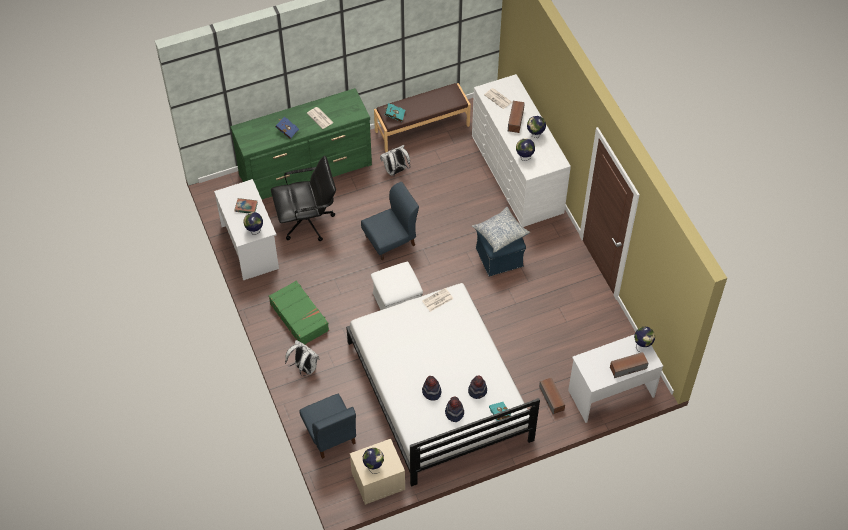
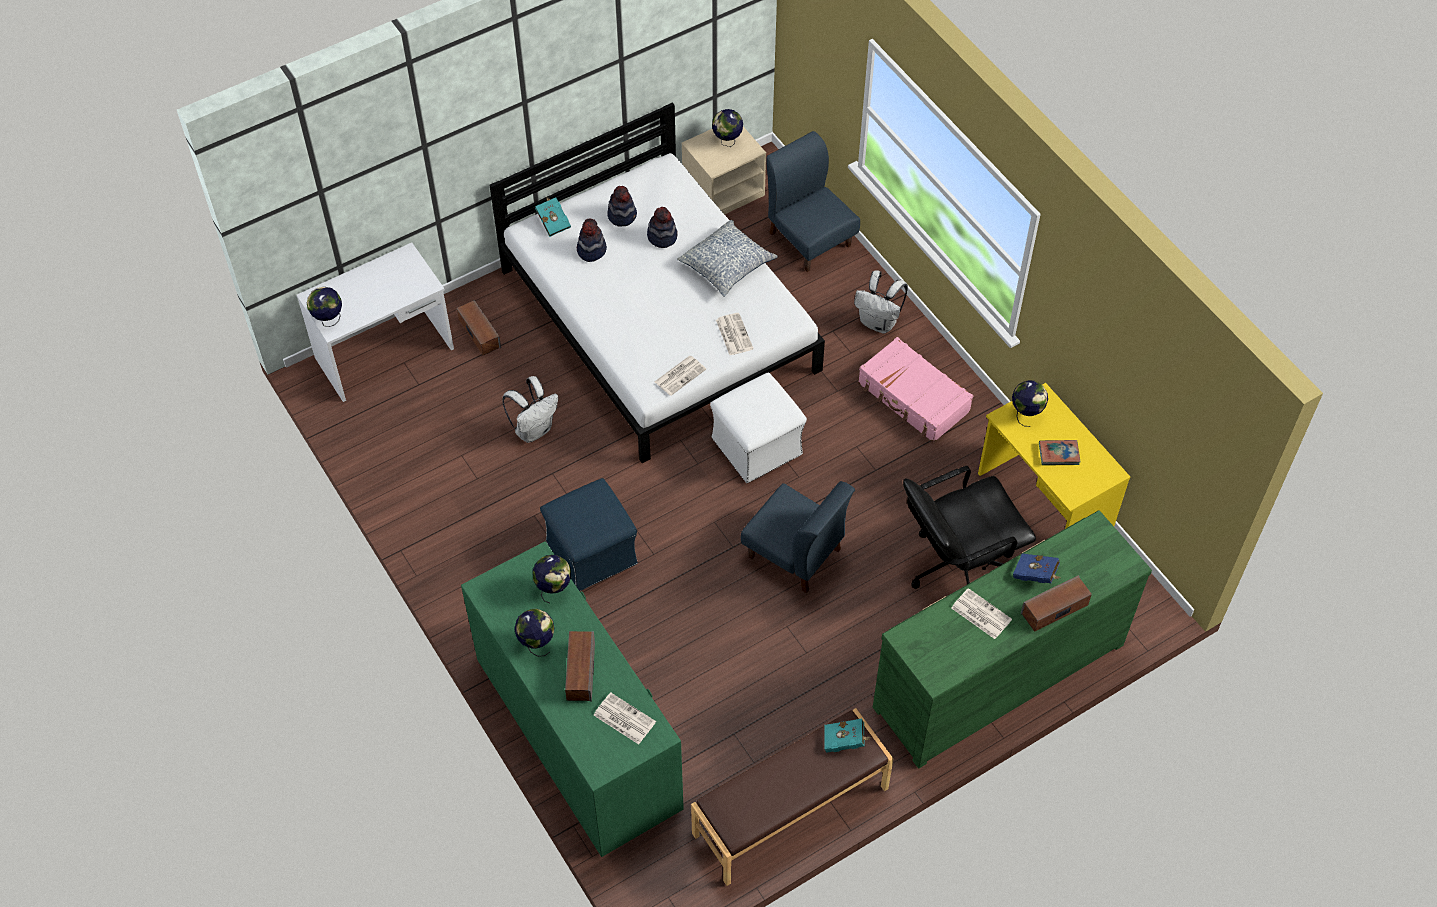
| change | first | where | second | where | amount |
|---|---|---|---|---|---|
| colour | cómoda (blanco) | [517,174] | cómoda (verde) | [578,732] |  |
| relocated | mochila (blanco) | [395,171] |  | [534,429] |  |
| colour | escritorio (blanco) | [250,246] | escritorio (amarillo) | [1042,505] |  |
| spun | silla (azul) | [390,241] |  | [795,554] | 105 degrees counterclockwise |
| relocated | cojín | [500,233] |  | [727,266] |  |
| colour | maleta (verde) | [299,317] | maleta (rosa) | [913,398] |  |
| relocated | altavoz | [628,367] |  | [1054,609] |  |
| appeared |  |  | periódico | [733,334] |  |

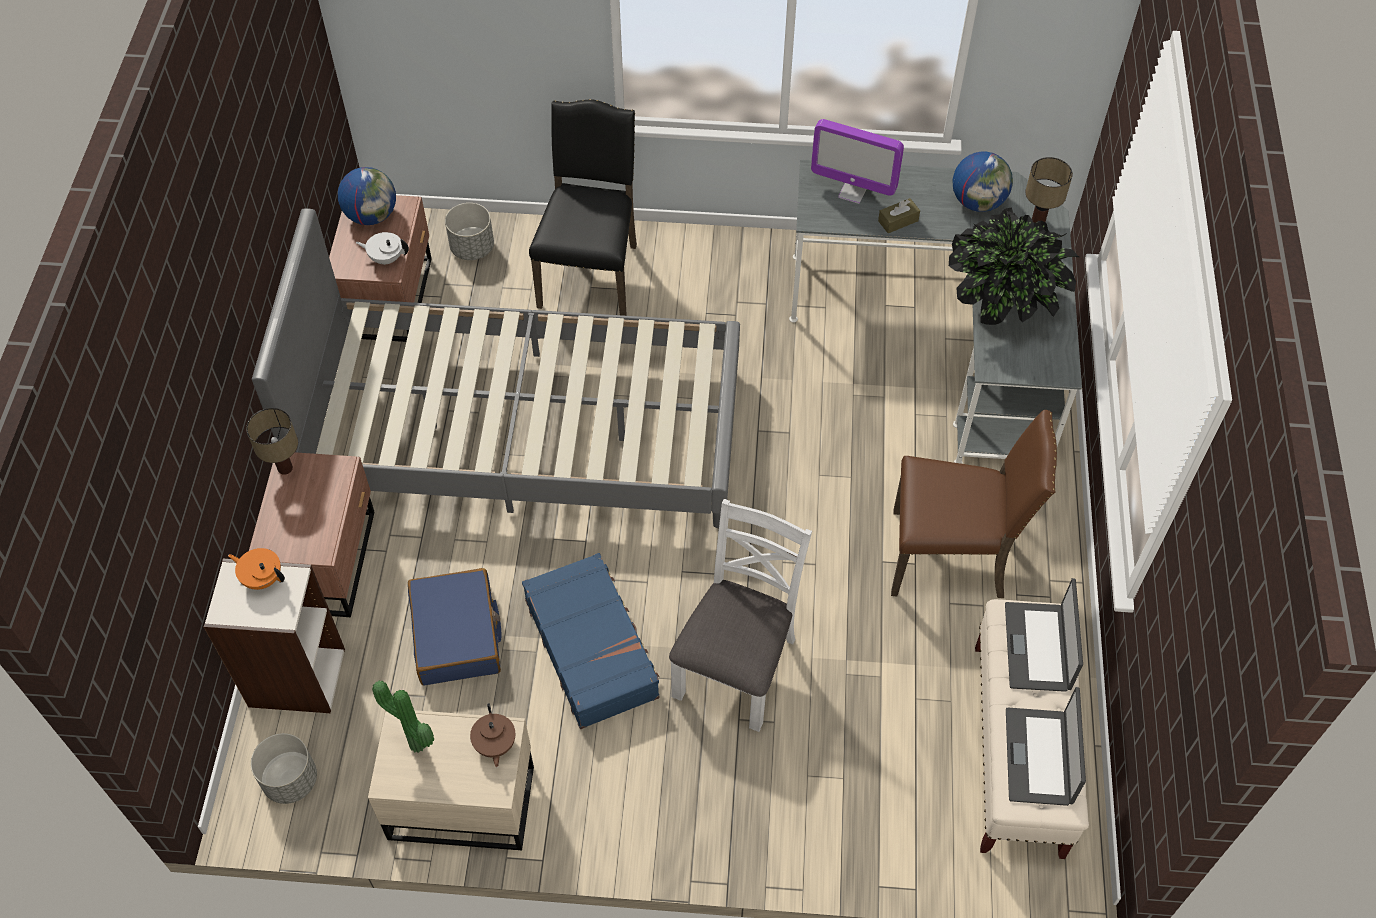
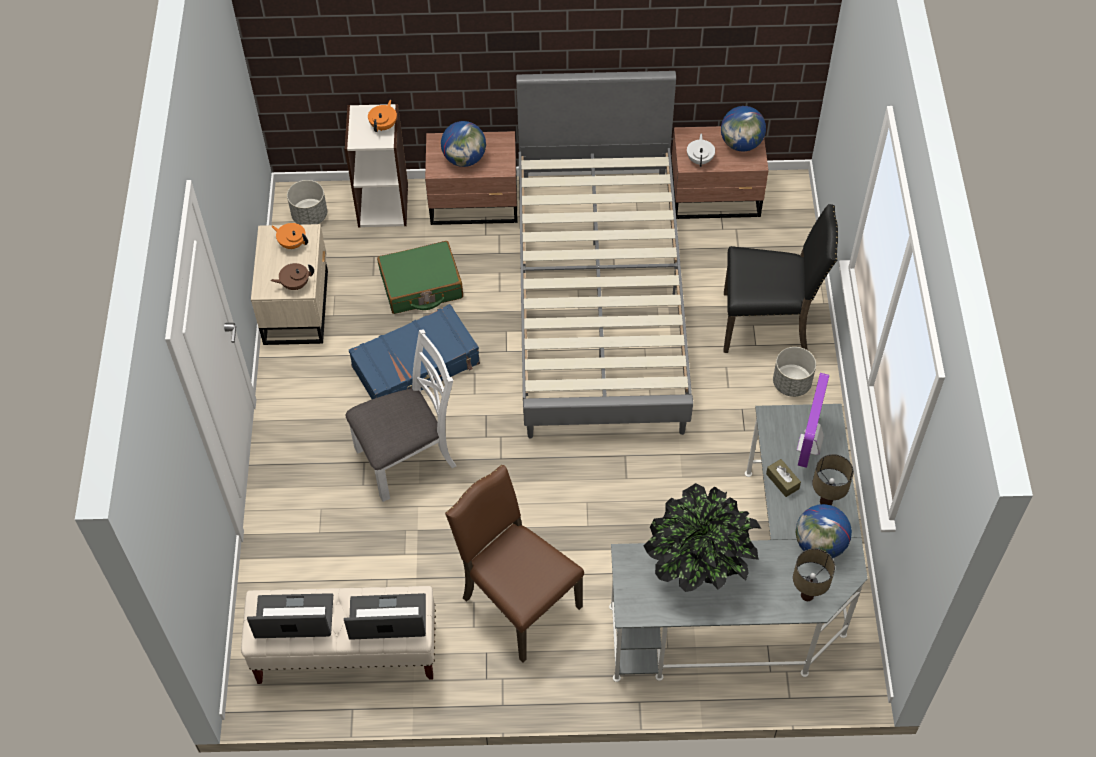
| change | first | where | second | where | amount |
|---|---|---|---|---|---|
| relocated | maceta (gris) | [472,247] |  | [792,383] |  |
| relocated | lámpara de mesa | [285,467] |  | [826,501] |  |
| spun | silla (marrón) | [951,556] |  | [518,602] | 135 degrees clockwise |
| spun | silla (blanco) | [736,666] |  | [407,457] | 45 degrees counterclockwise |
| colour | maleta (azul) | [457,635] | maleta (verde) | [421,286] |  |
| exchanged | planta en maceta | [415,747] | tetera (naranja) | [292,243] |  |
| appeared |  |  | globo terráqueo | [464,159] |  |

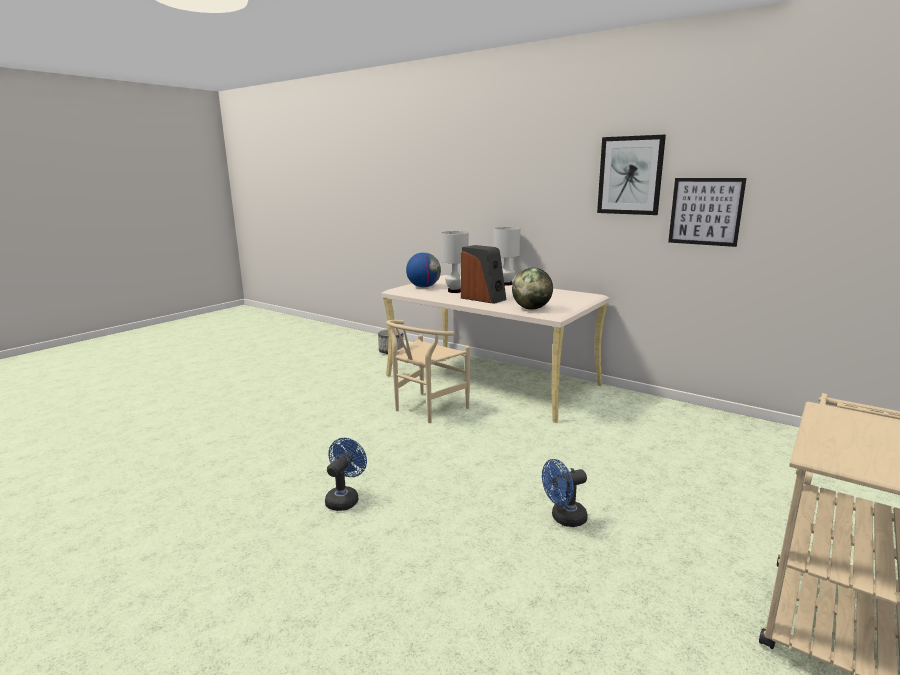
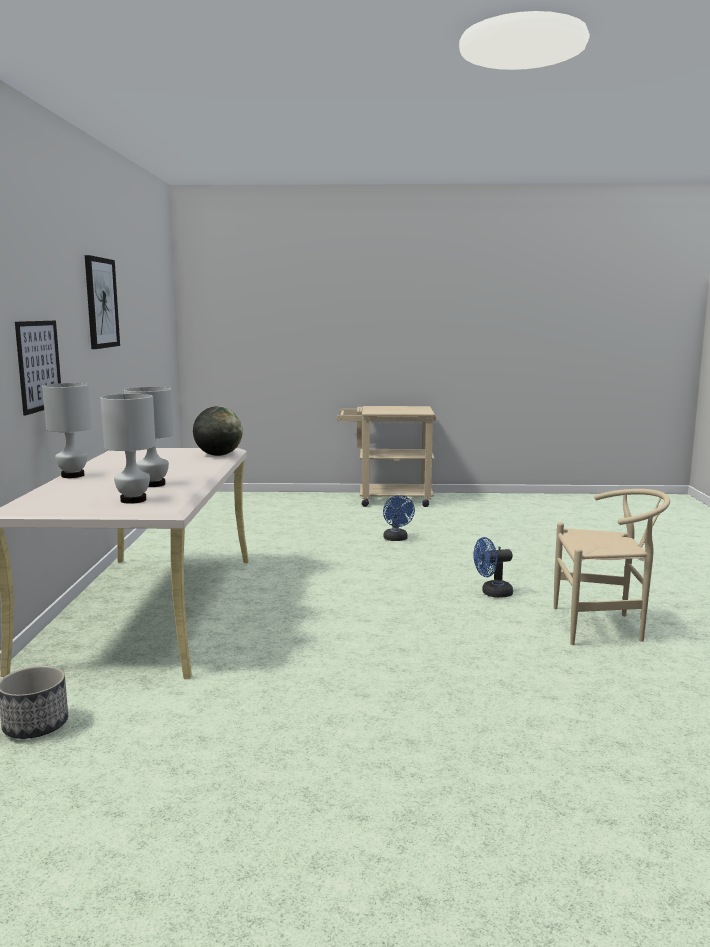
| change | first | where | second | where | amount |
|---|---|---|---|---|---|
| relocated | cuadro | [705,211] |  | [39,365] |  |
| missing | altavoz | [483,298] |  |  |  |
| exchanged | globo terráqueo | [424,287] | lámpara de mesa (blanco) | [133,500] |  |
| relocated | silla (beis) | [425,410] |  | [605,626] |  |
| spun | ventilador (azul) | [564,519] |  | [396,539] | 45 degrees clockwise |

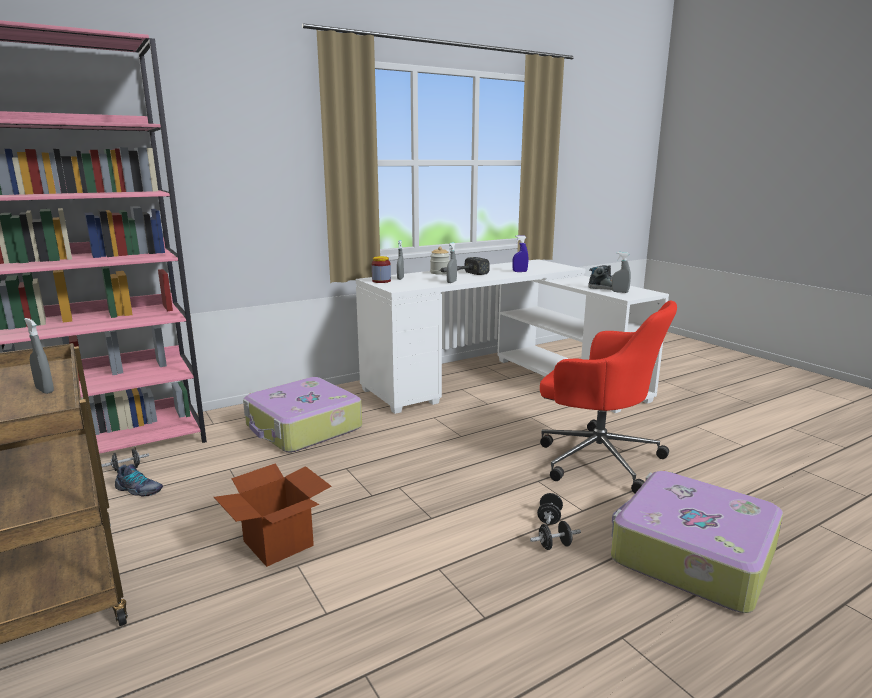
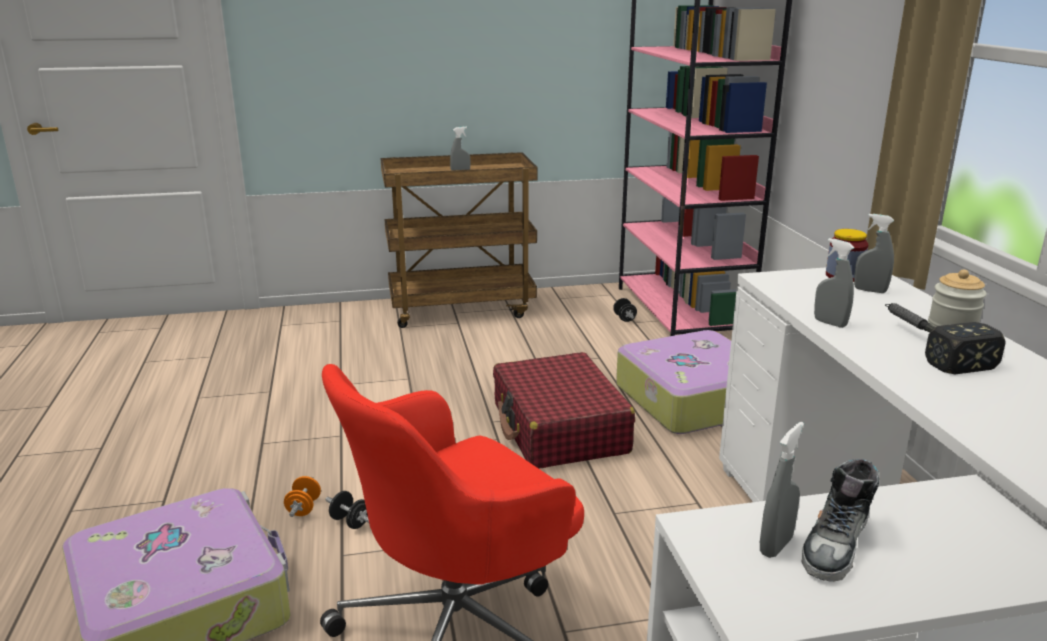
| change | first | where | second | where | amount |
|---|---|---|---|---|---|
| missing | pulverizador (azul) | [519,271] |  |  |  |
| missing | caja de cartón | [278,543] |  |  |  |
| missing | zapato | [139,490] |  |  |  |
| colour | mancuerna (negro) | [554,545] | mancuerna (naranja) | [304,508] |  |
| appeared |  |  | maleta (rojo) | [559,429] |  |

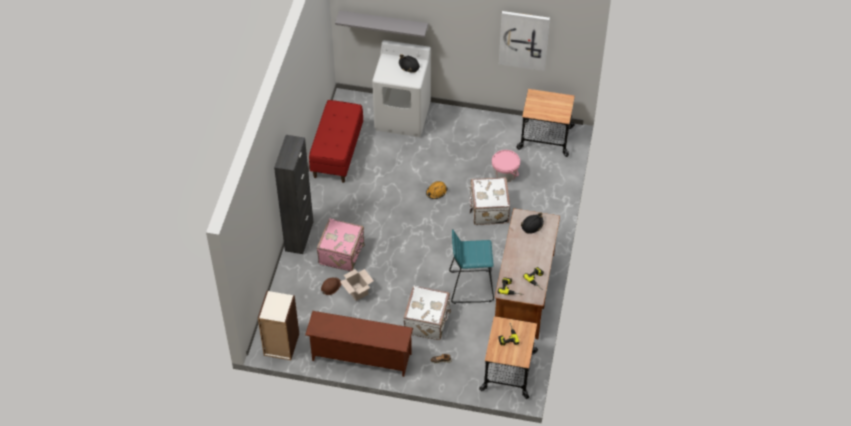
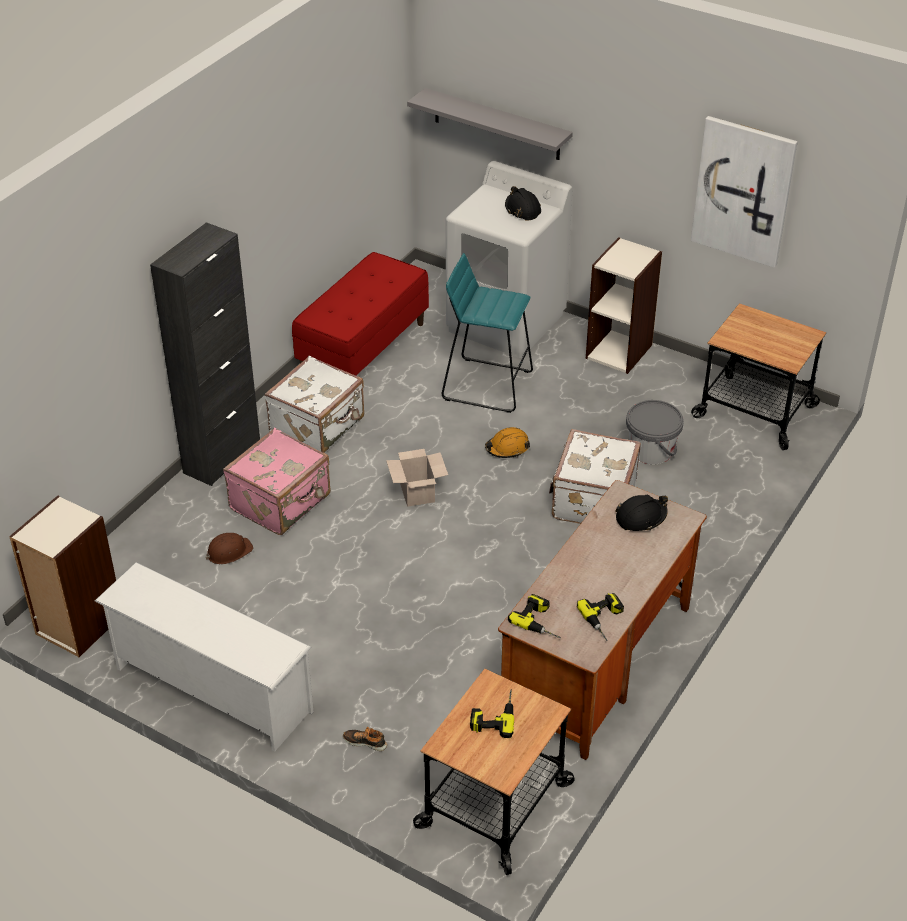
| change | first | where | second | where | amount |
|---|---|---|---|---|---|
| colour | cubo (rosa) | [505,174] | cubo (gris) | [651,450] |  |
| relocated | taburete (turquesa) | [470,286] |  | [486,384] |  |
| relocated | caja de cartón | [358,291] |  | [418,493] |  |
| relocated | maleta (blanco) | [427,321] |  | [319,426] |  |
| colour | zapatero (marrón) | [360,357] | zapatero (blanco) | [210,690] |  |
| appeared |  |  | estantería | [619,351] |  |

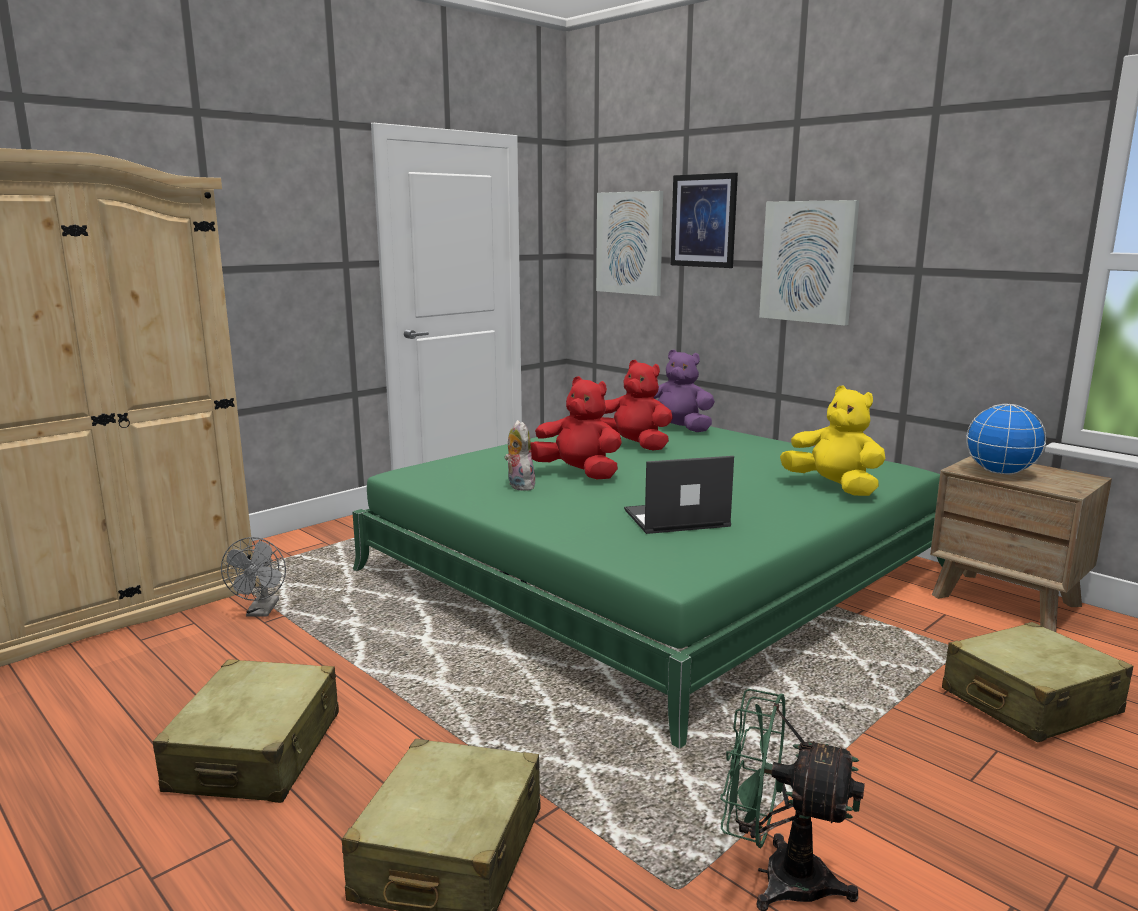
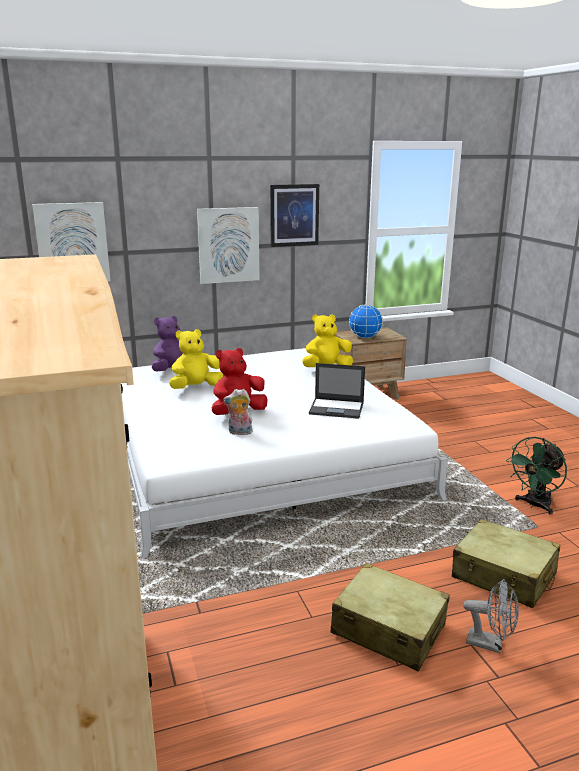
| change | first | where | second | where | amount |
|---|---|---|---|---|---|
| relocated | cuadro | [703,221] |  | [294,215] |  |
| colour | peluche (rojo) | [633,445] | peluche (amarillo) | [196,388] |  |
| colour | cama (verde) | [651,569] | cama (blanco) | [257,455] |  |
| spun | portátil | [675,518] |  | [337,408] | 90 degrees counterclockwise |
| relocated | ventilador (gris) | [261,611] |  | [490,644] |  |
| missing | maleta (beis) | [1029,702] |  |  |  |

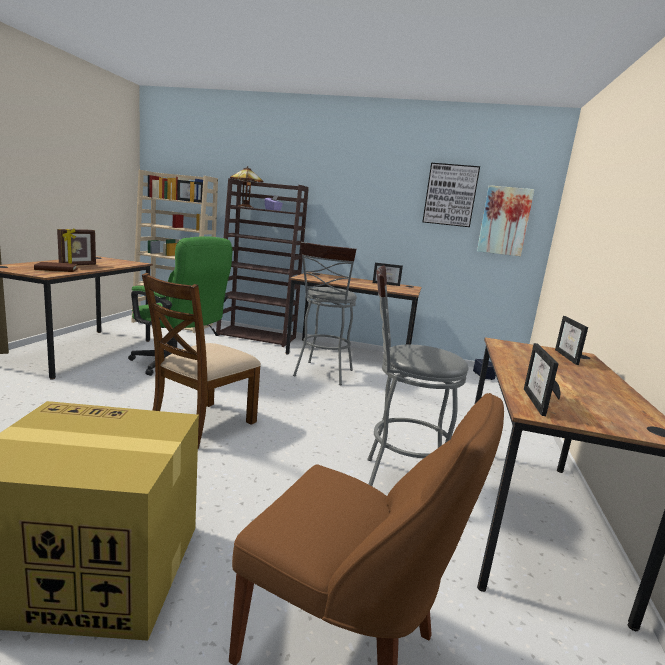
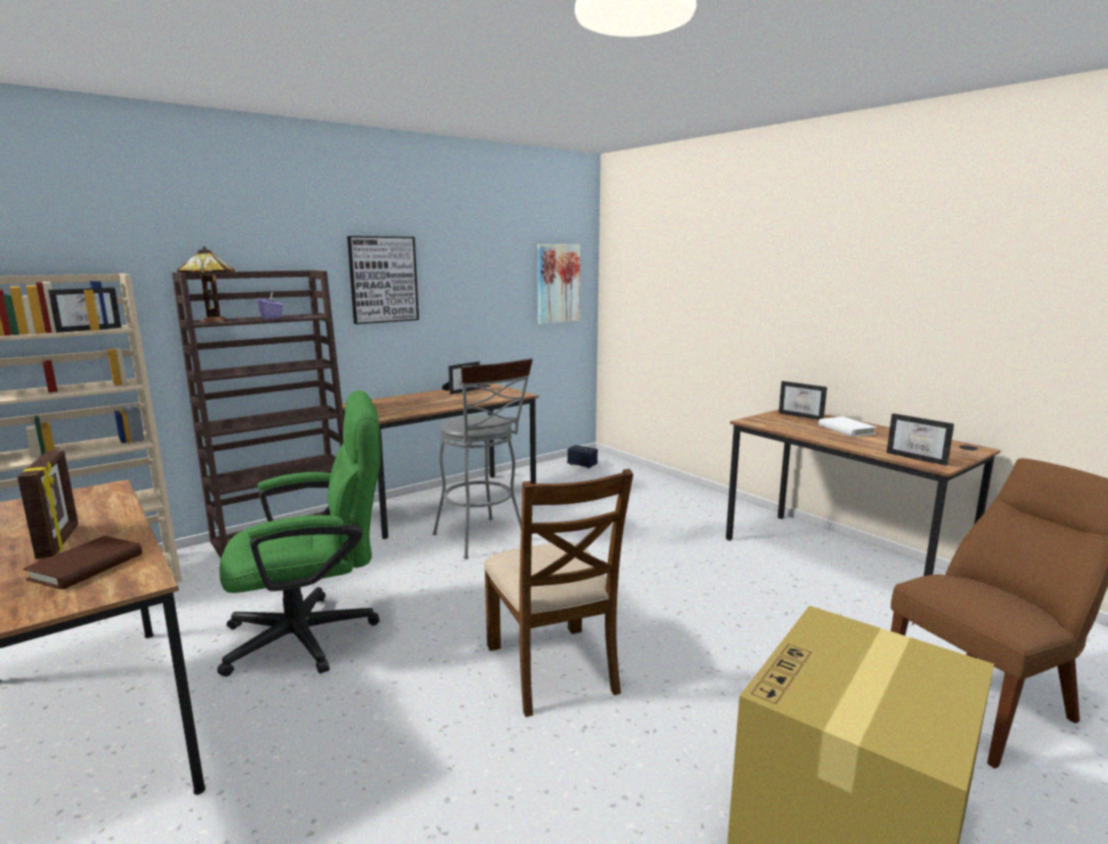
| change | first | where | second | where | amount |
|---|---|---|---|---|---|
| relocated | cuadro | [450,195] |  | [383,279] |  |
| missing | taburete (gris) | [395,483] |  |  |  |
| appeared |  |  | libro (blanco) | [846,430] |  |

